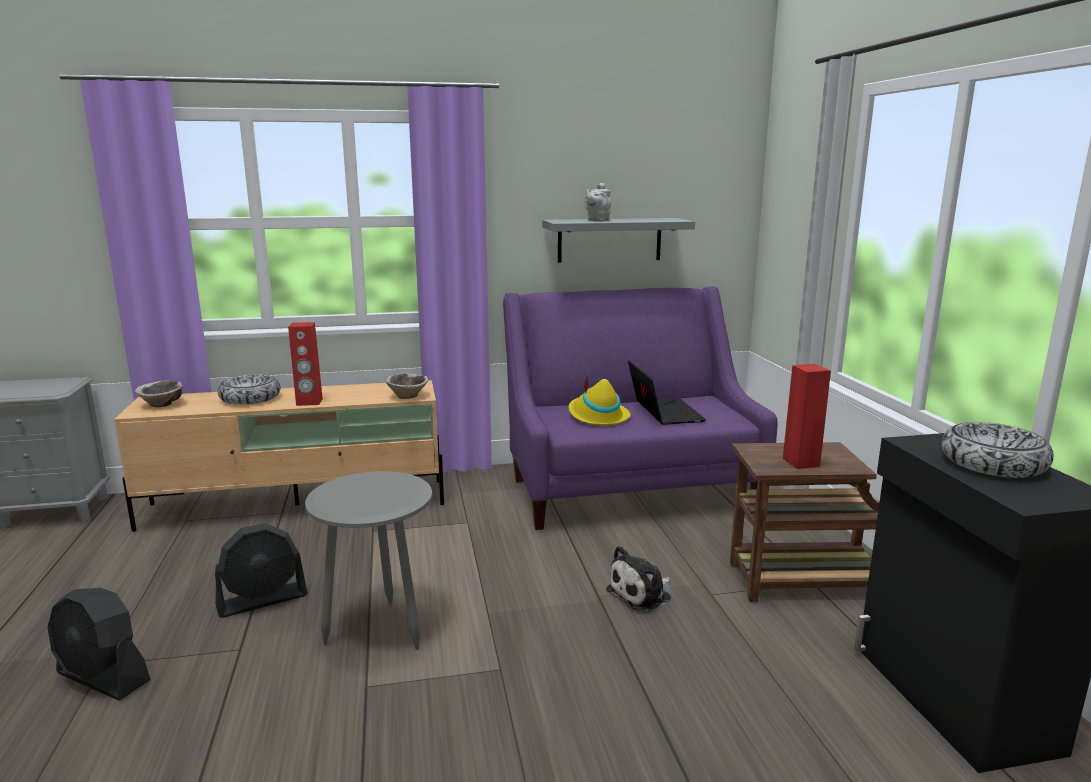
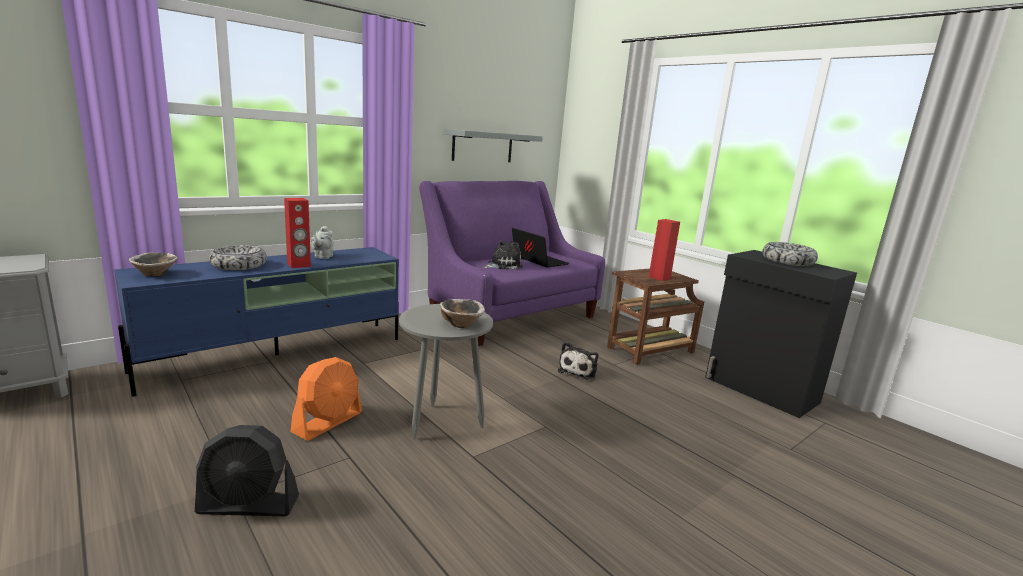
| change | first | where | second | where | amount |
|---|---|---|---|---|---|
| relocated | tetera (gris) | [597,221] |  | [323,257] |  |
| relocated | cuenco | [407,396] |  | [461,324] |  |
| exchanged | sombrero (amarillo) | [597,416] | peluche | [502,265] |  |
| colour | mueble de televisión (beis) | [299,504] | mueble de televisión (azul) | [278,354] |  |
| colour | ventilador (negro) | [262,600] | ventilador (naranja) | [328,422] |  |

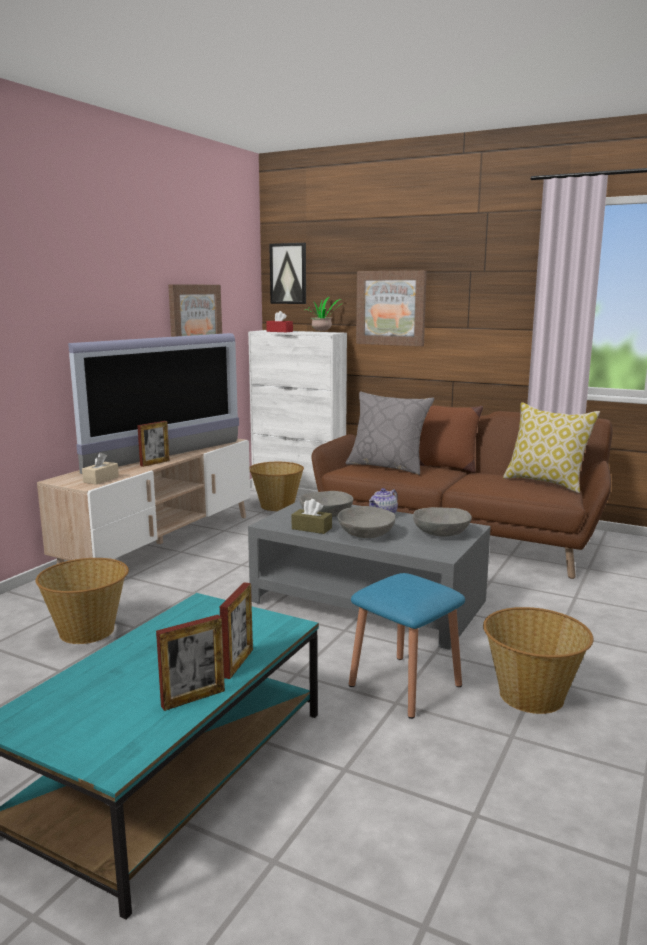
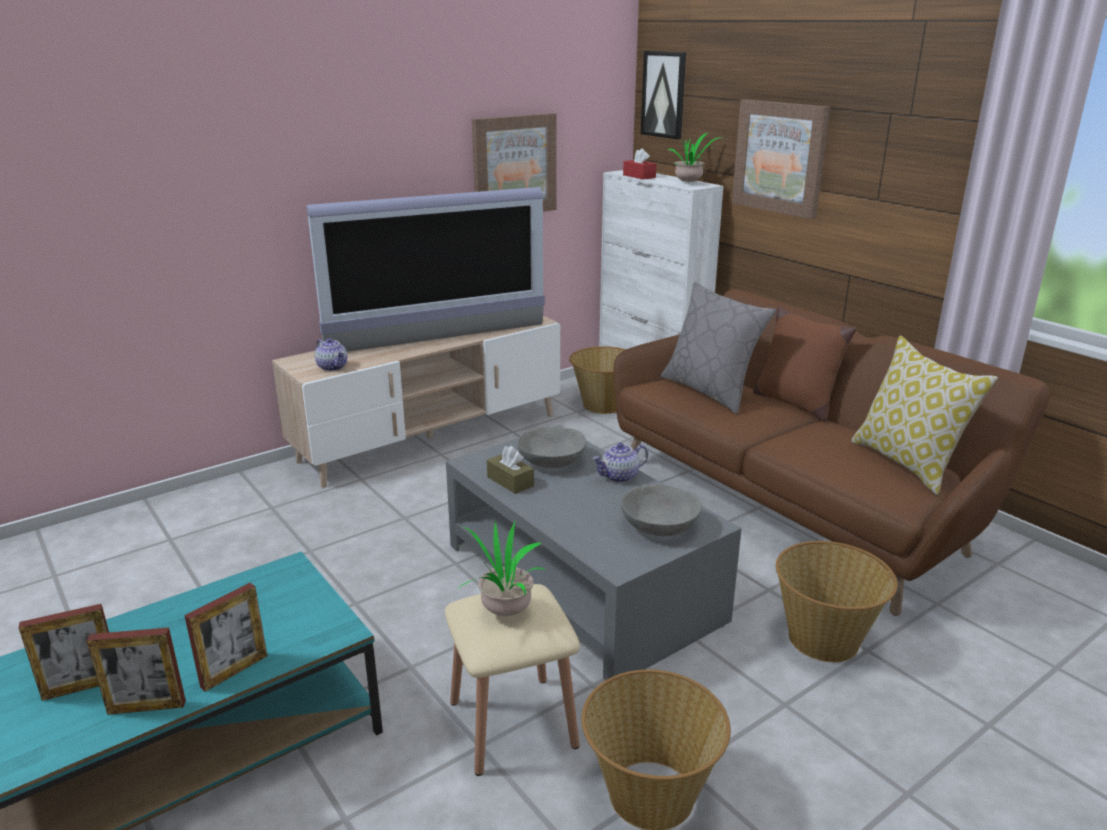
| change | first | where | second | where | amount |
|---|---|---|---|---|---|
| relocated | portarretratos | [155,463] |  | [82,687] |  |
| exchanged | caja de pañuelos (beis) | [101,479] | tetera | [333,367] |  |
| missing | cuenco (gris) | [366,534] |  |  |  |
| relocated | cesta | [88,631] |  | [824,639] |  |
| colour | taburete (azul) | [405,685] | taburete (beis) | [512,723] |  |
| appeared |  |  | planta en maceta | [502,611] |  |

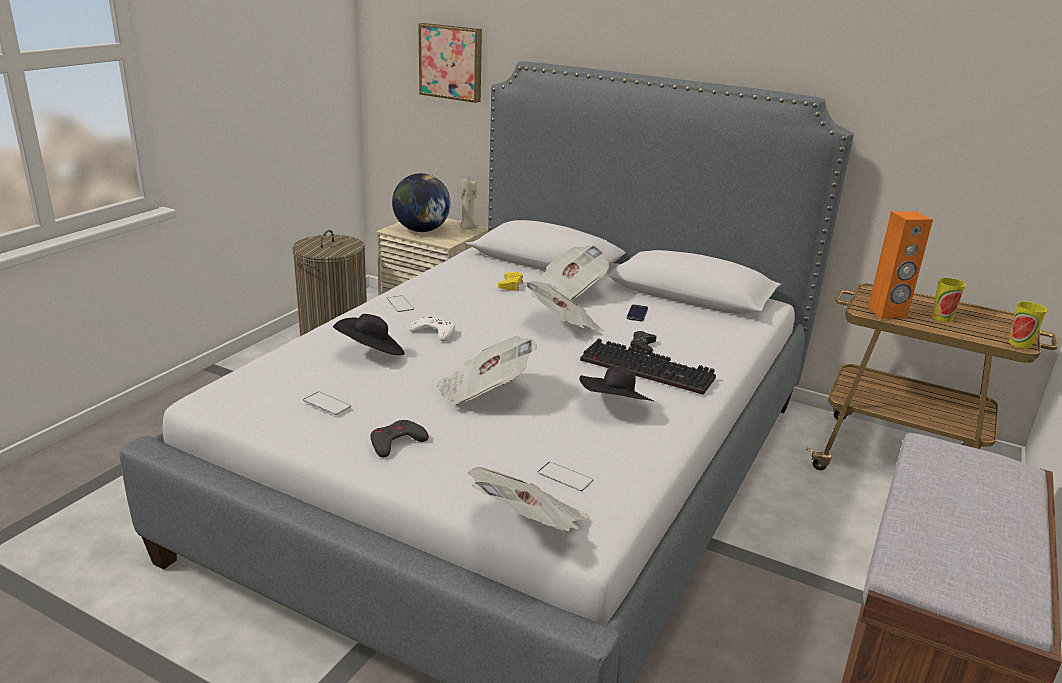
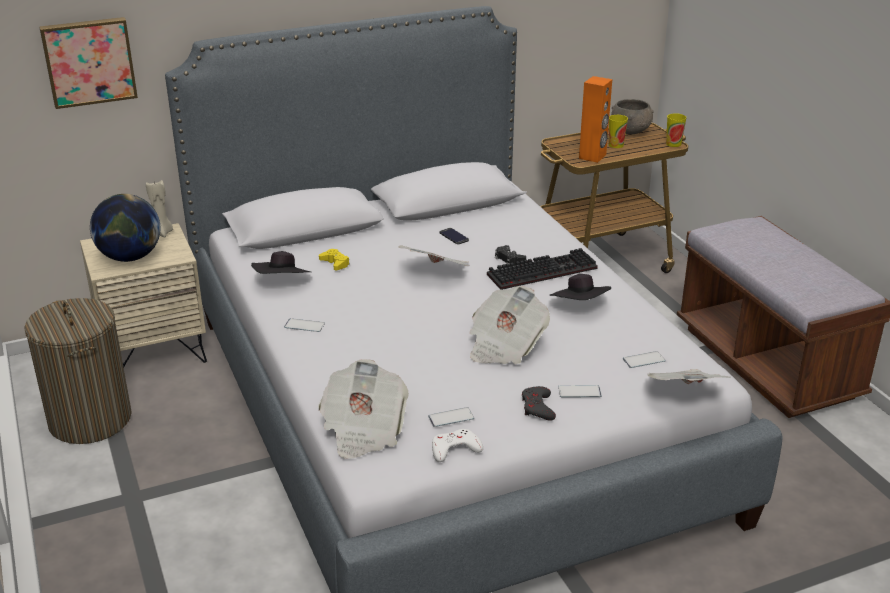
| change | first | where | second | where | amount |
|---|---|---|---|---|---|
| relocated | periódico | [567,293] |  | [363,430] |  |
| relocated | sombrero (negro) | [371,353] |  | [283,283] |  |
| relocated | mando de consola (blanco) | [434,332] |  | [454,449] |  |
| appeared |  |  | cuenco (gris) | [631,130] |  |
| appeared |  |  | móvil | [579,392] |  |

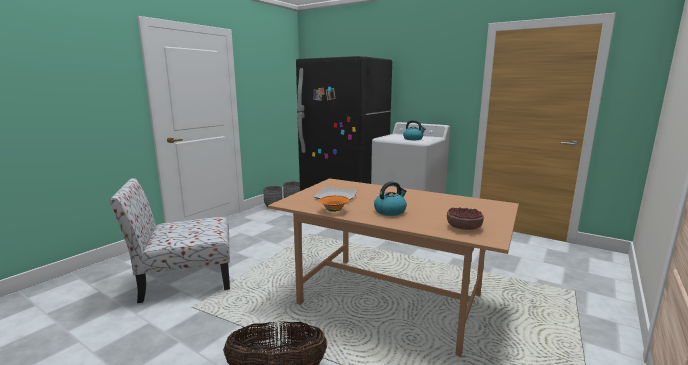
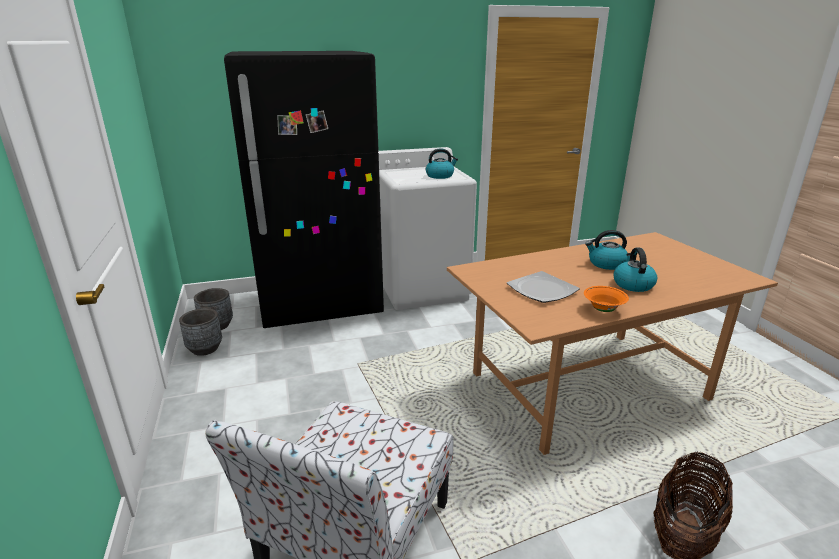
| change | first | where | second | where | amount |
|---|---|---|---|---|---|
| missing | cuenco | [463,226] |  |  |  |
| appeared |  |  | hervidor | [606,264] |  |

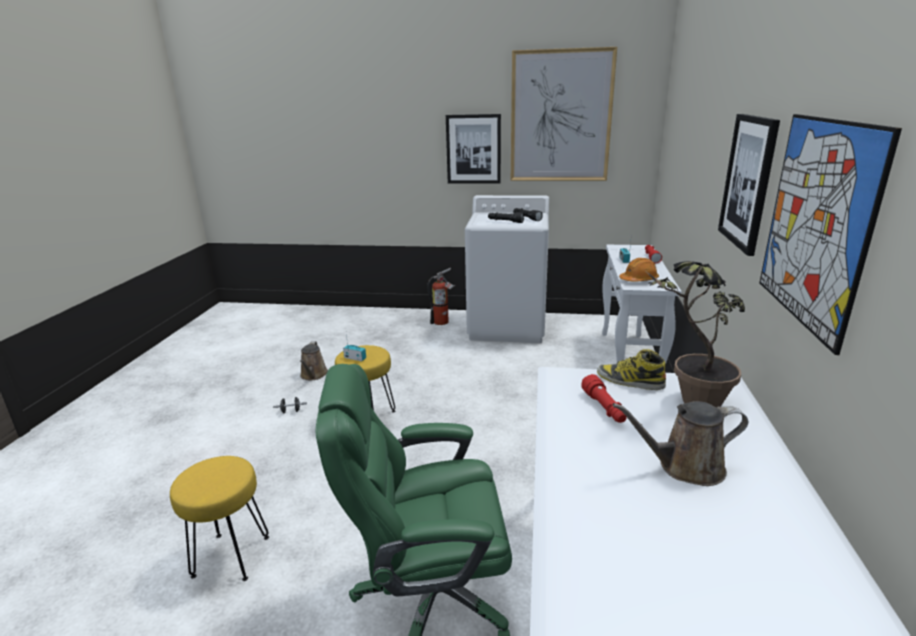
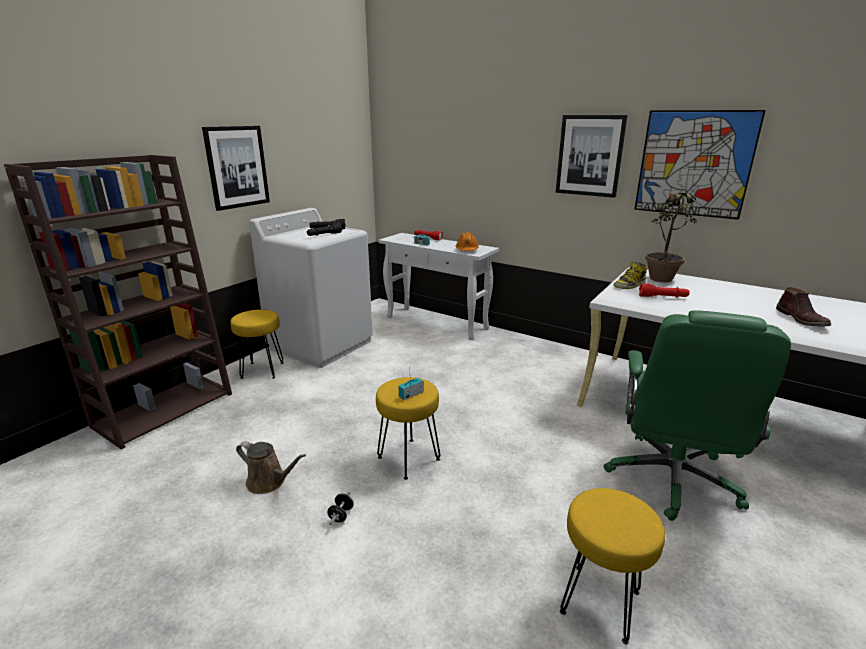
| change | first | where | second | where | amount |
|---|---|---|---|---|---|
| missing | cuadro | [560,117] |  |  |  |
| exchanged | extintor | [443,322] | taburete (amarillo) | [262,370] |  |
| missing | regadera (marrón) | [685,467] |  |  |  |
| appeared |  |  | estantería (marrón) | [165,409] |  |
| appeared |  |  | bota (marrón) | [802,319] |  |

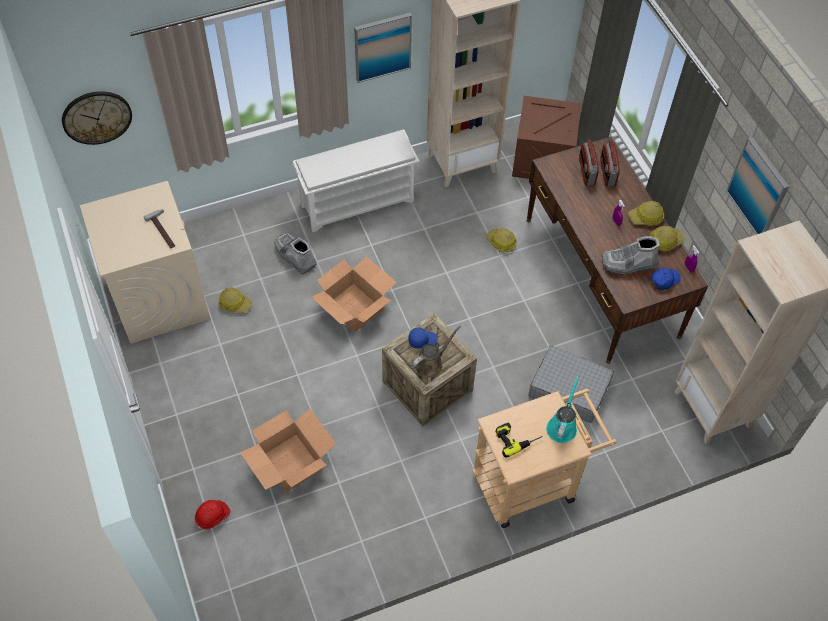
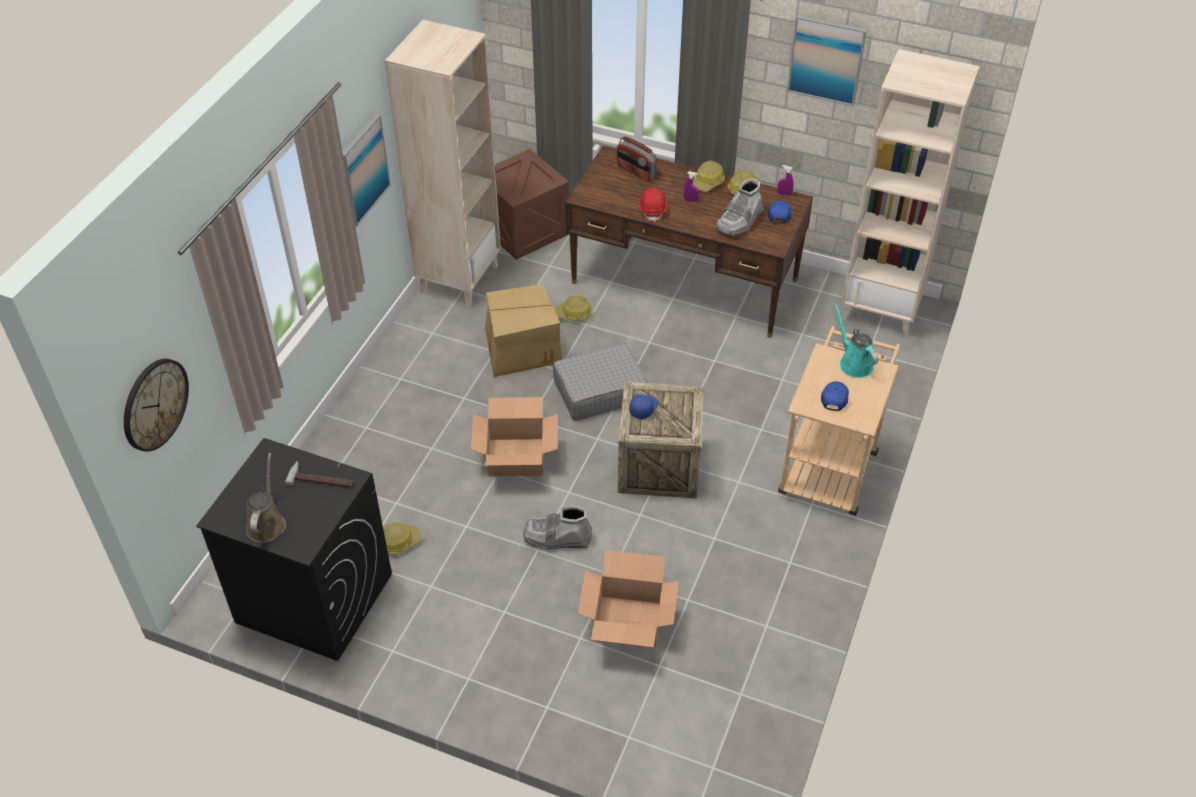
| change | first | where | second | where | amount |
|---|---|---|---|---|---|
| missing | zapatero (blanco) | [358,202] |  |  |  |
| missing | radio | [586,172] |  |  |  |
| colour | lavadora (beis) | [159,297] | lavadora (negro) | [313,598] |  |
| relocated | bota (gris) | [295,256] |  | [557,537] |  |
| relocated | regadera (marrón) | [431,364] |  | [267,523] |  |
| relocated | maleta (gris) | [568,389] |  | [599,391] |  |
| exchanged | taladro | [516,437] | gorra (azul) | [834,398] |  |
| relocated | casco (rojo) | [213,516] |  | [652,209] |  |
| appeared |  |  | caja de cartón | [521,348] |  |

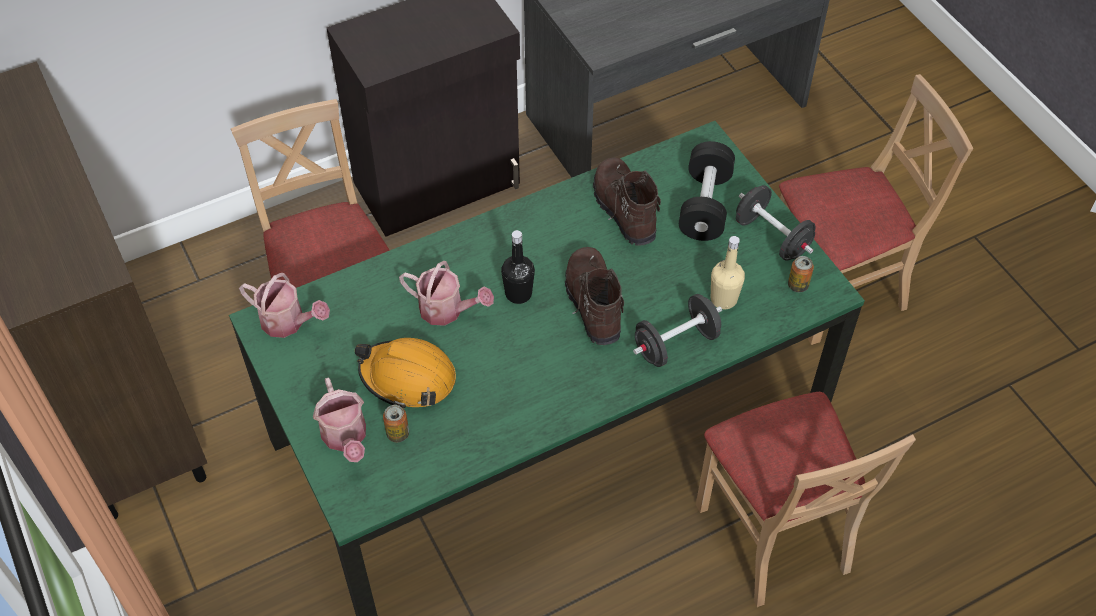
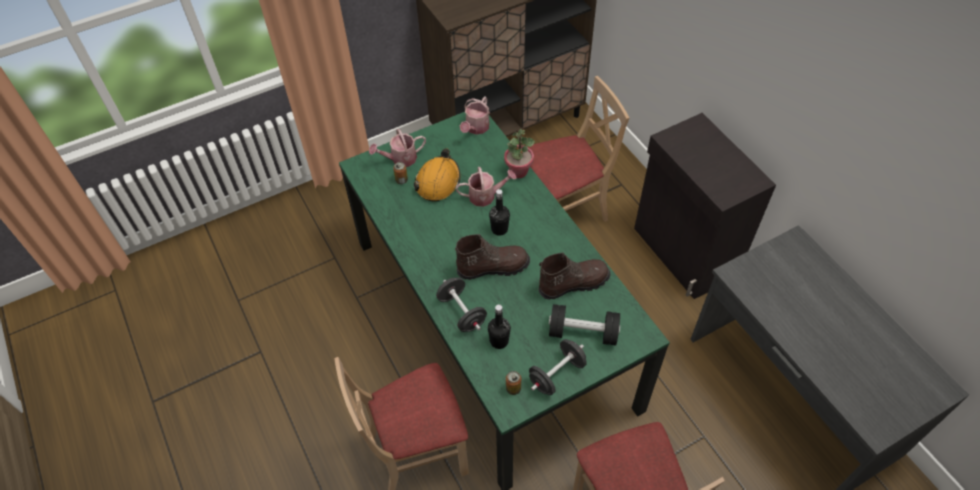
| change | first | where | second | where | amount |
|---|---|---|---|---|---|
| colour | botella (beis) | [723,299] | botella (negro) | [499,341] |  |
| spun | regadera | [447,310] |  | [486,196] | 120 degrees counterclockwise |
| appeared |  |  | planta en maceta | [518,171] |  |

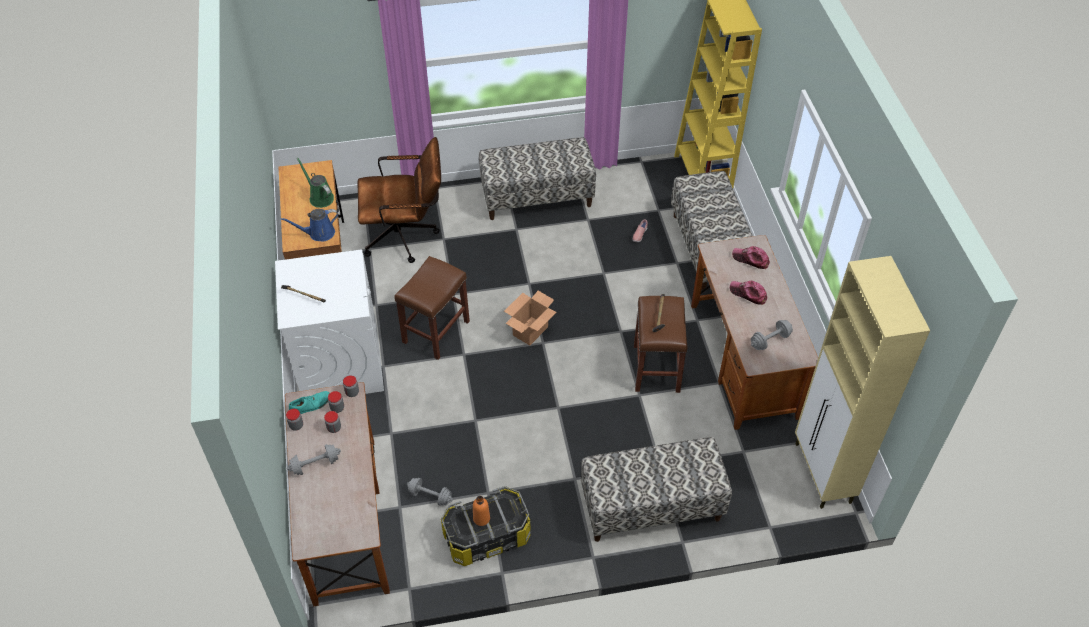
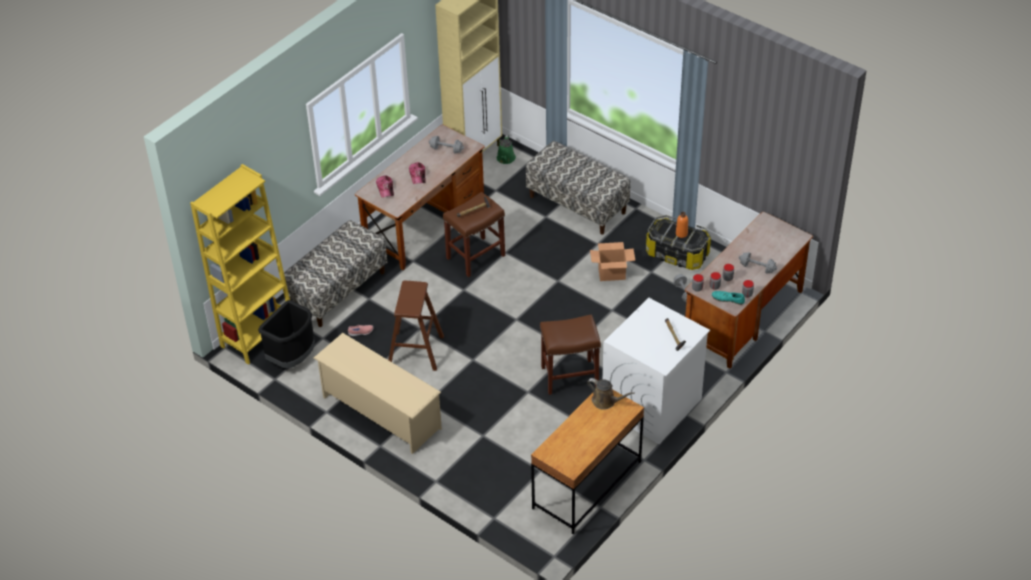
| change | first | where | second | where | amount |
|---|---|---|---|---|---|
| missing | silla de oficina (marrón) | [406,236] |  |  |  |
| exchanged | banco | [537,197] | zapatero (beis) | [380,412] |  |
| relocated | regadera (verde) | [320,197] |  | [505,159] |  |
| colour | regadera (azul) | [319,233] | regadera (marrón) | [606,401] |  |
| relocated | caja de cartón | [530,331] |  | [612,273] |  |
| appeared |  |  | taburete (marrón) | [415,351] |  |
| appeared |  |  | papelera (negro) | [293,358] |  |

